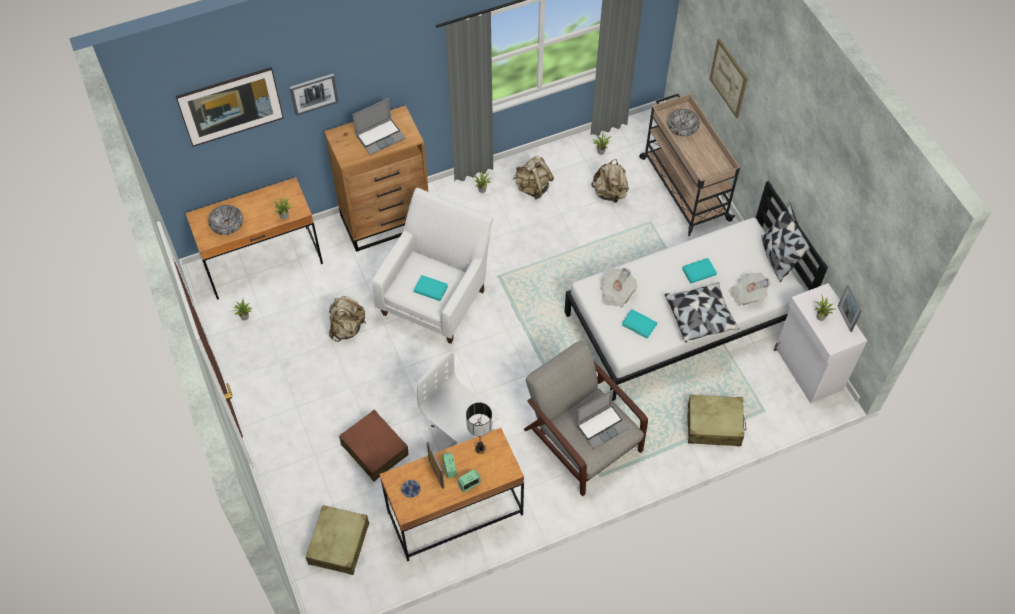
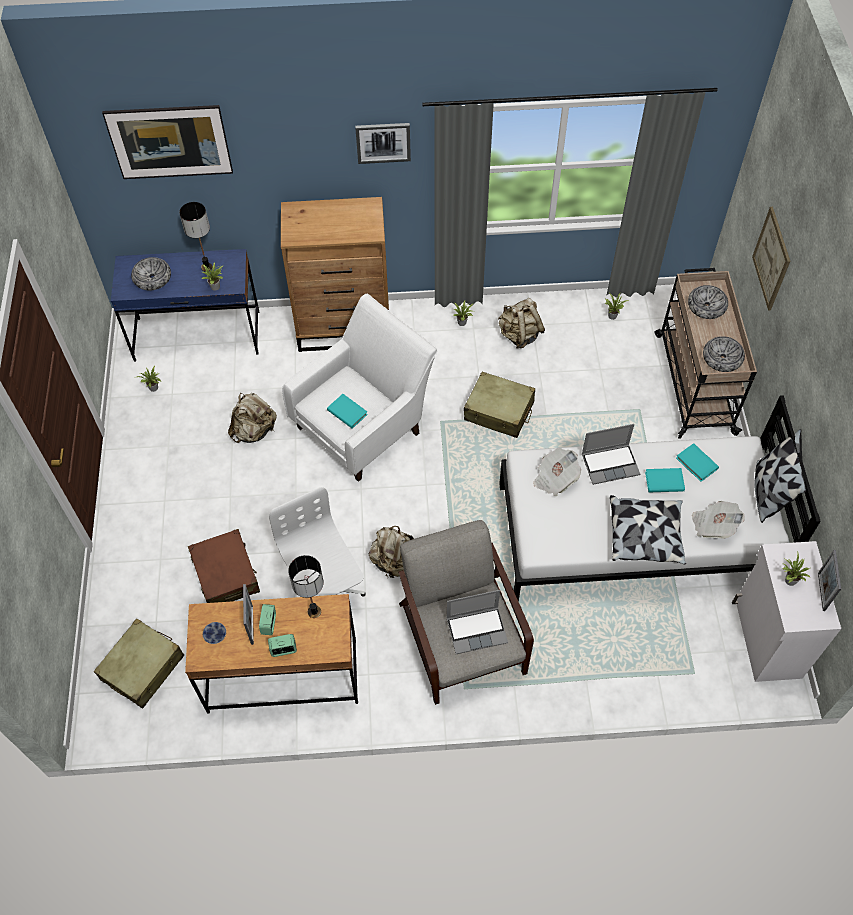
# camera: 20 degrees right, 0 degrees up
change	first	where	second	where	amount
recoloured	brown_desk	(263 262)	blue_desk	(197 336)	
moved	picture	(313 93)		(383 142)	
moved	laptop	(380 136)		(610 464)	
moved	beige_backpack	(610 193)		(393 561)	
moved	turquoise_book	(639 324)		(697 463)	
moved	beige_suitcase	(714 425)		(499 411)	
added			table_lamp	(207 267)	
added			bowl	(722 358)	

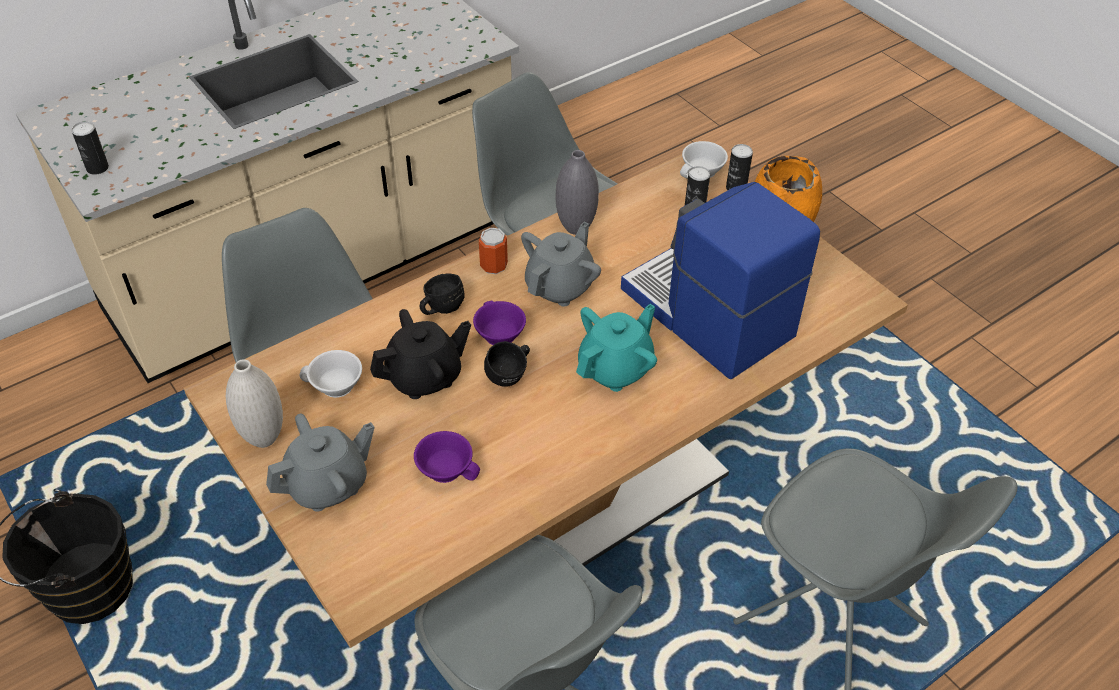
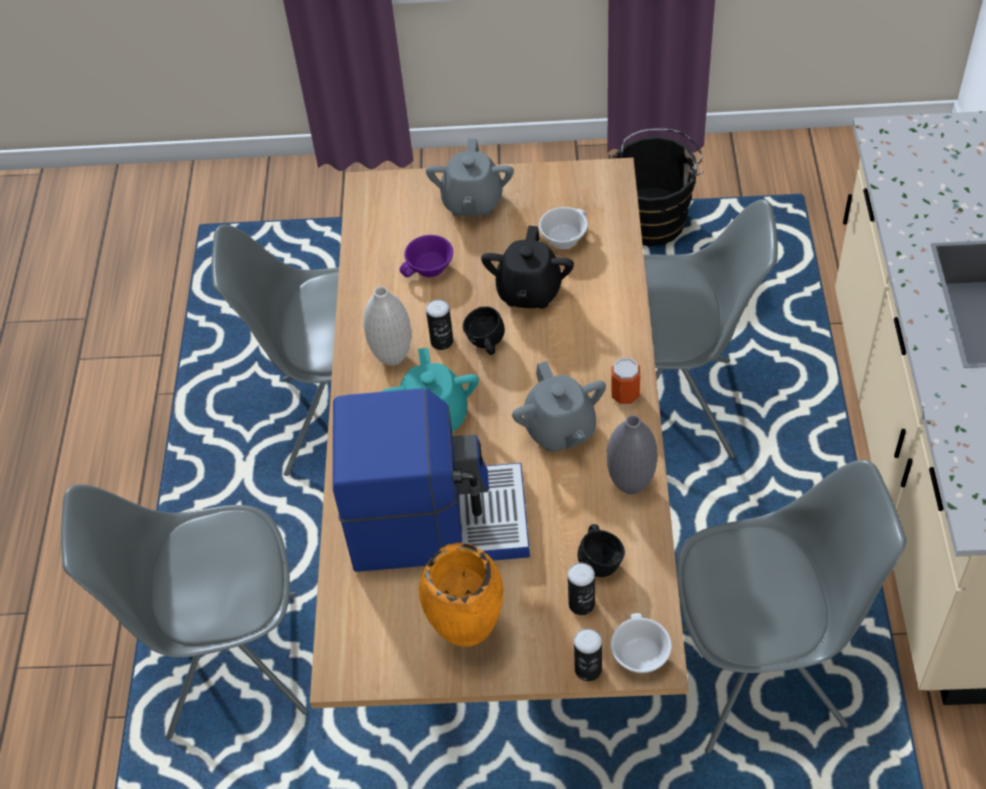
# camera: 130 degrees right, 5 degrees up
change	first	where	second	where	amount
moved	can	(97 168)		(442 341)	
moved	white_vase	(264 438)		(392 357)	
moved	black_mug	(440 308)		(600 559)	
removed	purple_cup	(497 334)			

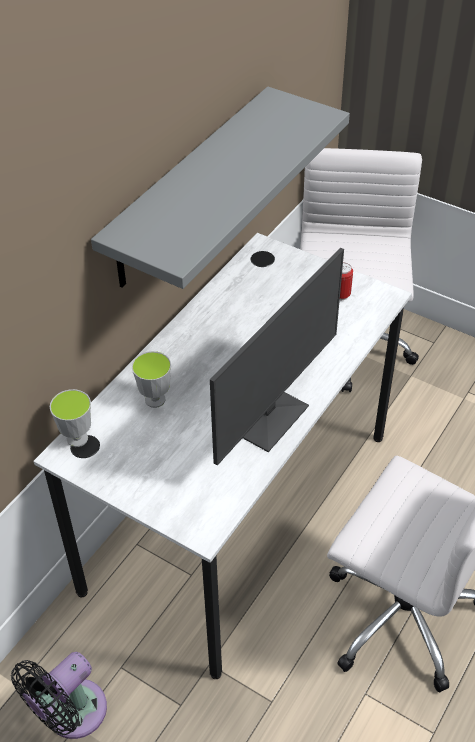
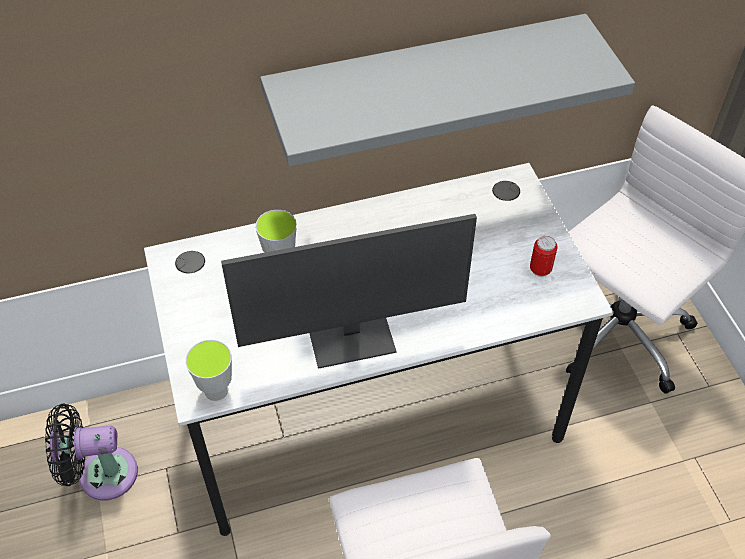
# camera: 40 degrees right, 5 degrees up
change	first	where	second	where	amount
moved	cup	(77 438)		(216 390)	

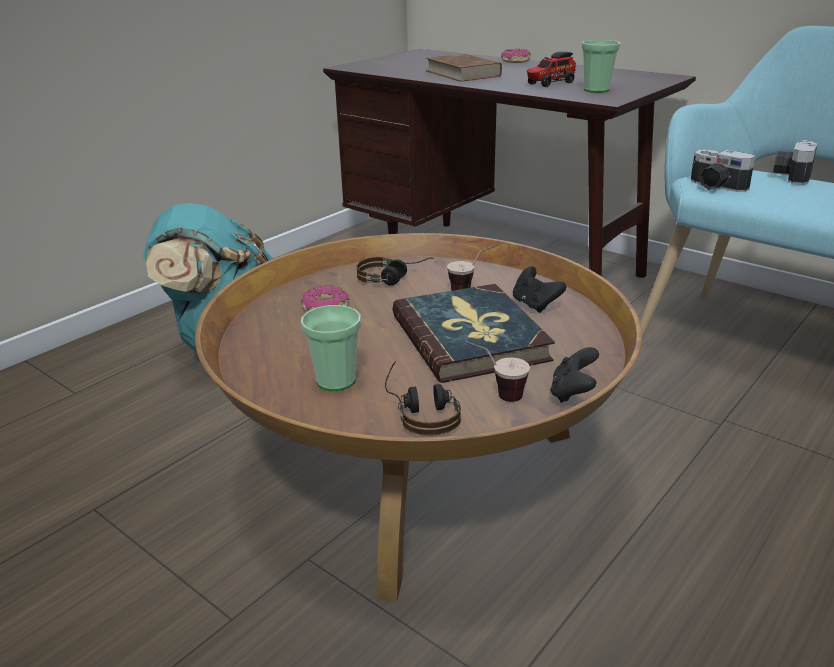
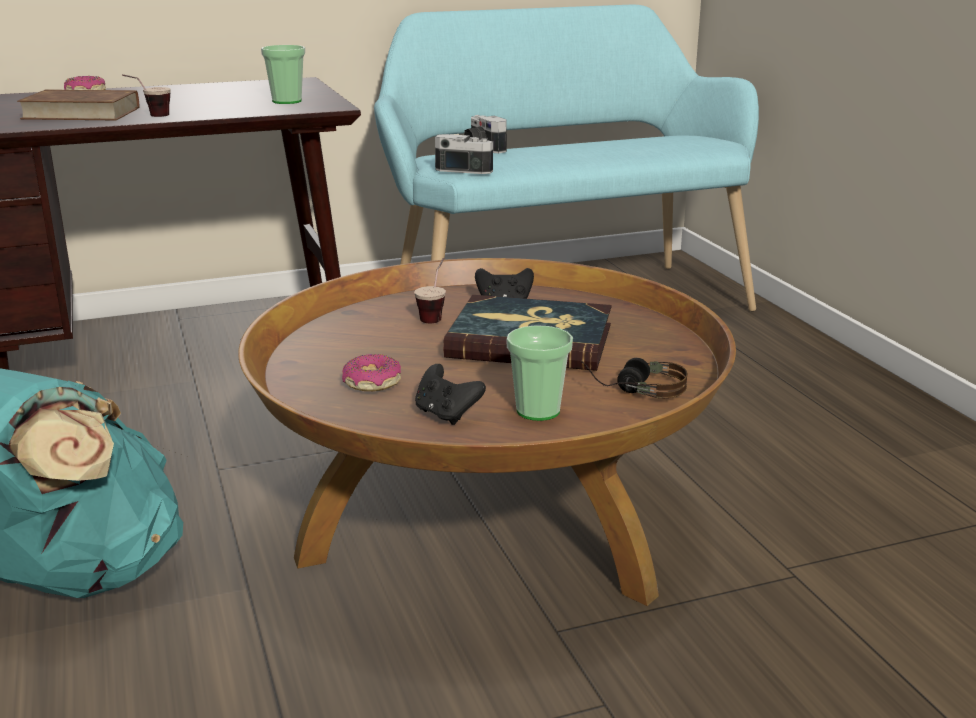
# camera: 60 degrees left, 5 degrees down
change	first	where	second	where	amount
removed	headphones	(394 279)			
moved	cup	(495 394)		(150 117)	
removed	toy_truck	(549 83)			
moved	black_game_controller	(572 393)		(446 414)	
turned	photo_camera	(715 187)		(466 169)	150 degrees counterclockwise

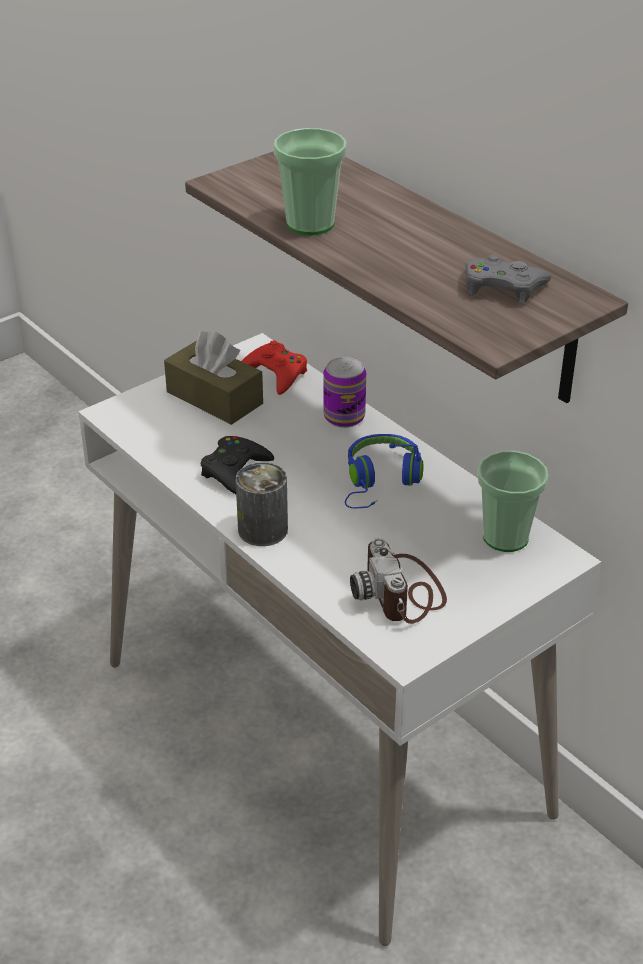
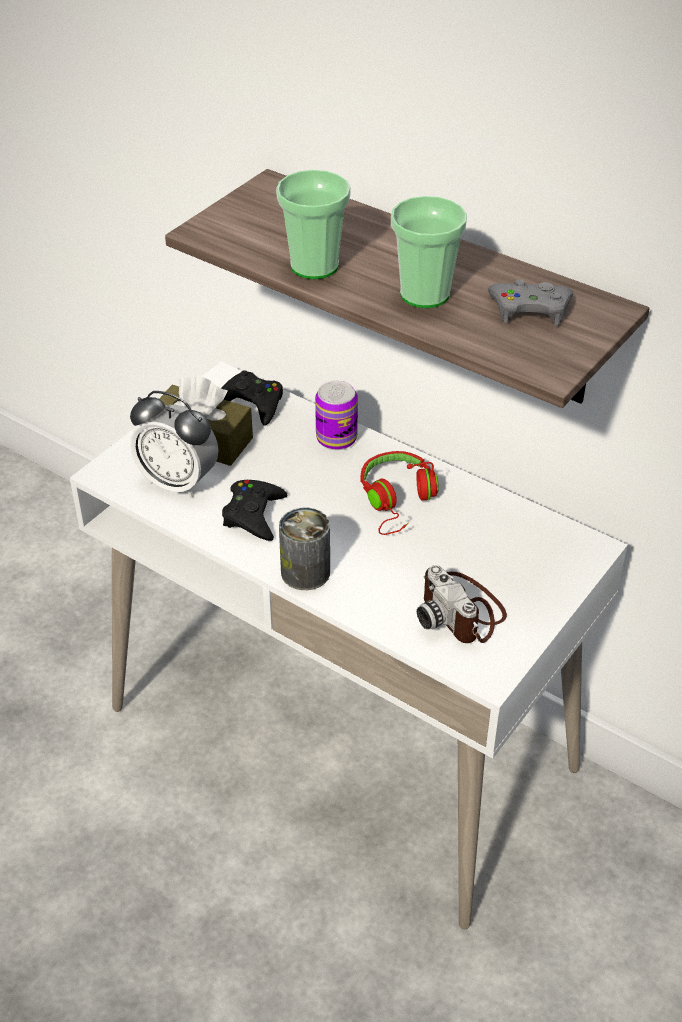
# camera: 15 degrees left, 5 degrees up
change	first	where	second	where	amount
recoloured	red_game_controller	(275 374)	black_game_controller	(252 403)	
recoloured	blue_headphones	(381 482)	red_headphones	(398 501)	
moved	cup	(505 537)		(424 294)	
added			alarm_clock	(178 482)	

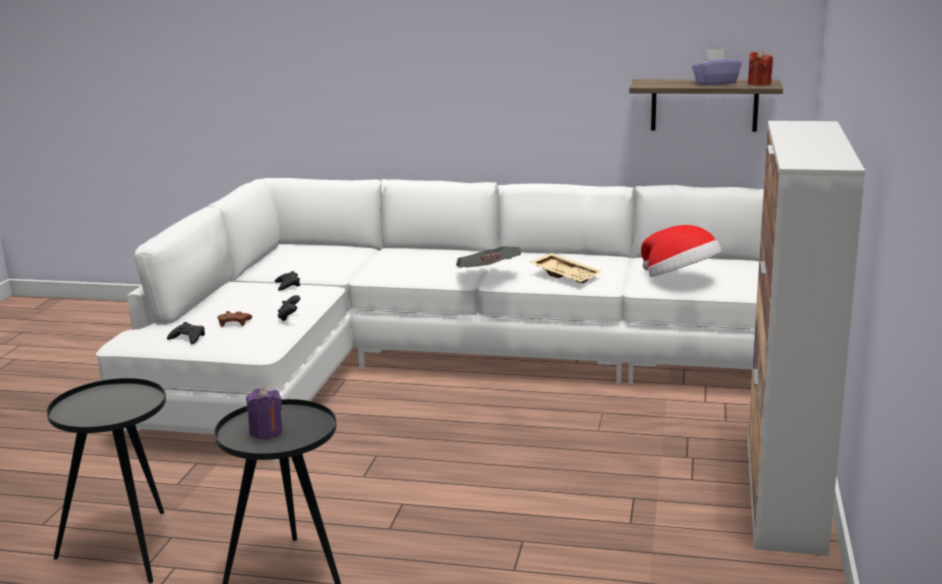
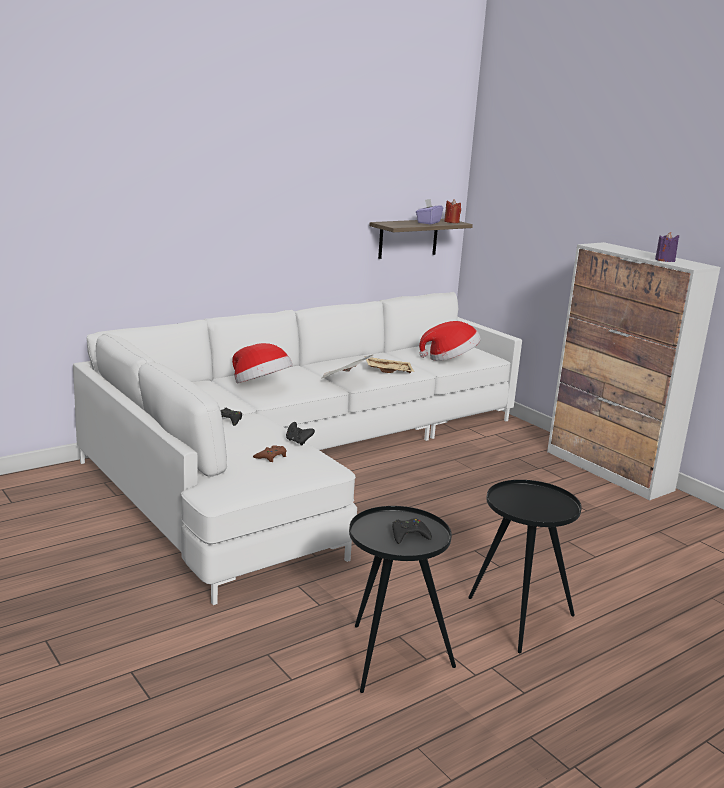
# camera: 50 degrees left, 0 degrees up
change	first	where	second	where	amount
moved	black_game_controller	(188 338)		(409 535)	
moved	purple_candle	(266 432)		(665 260)	
added			hat	(261 386)	

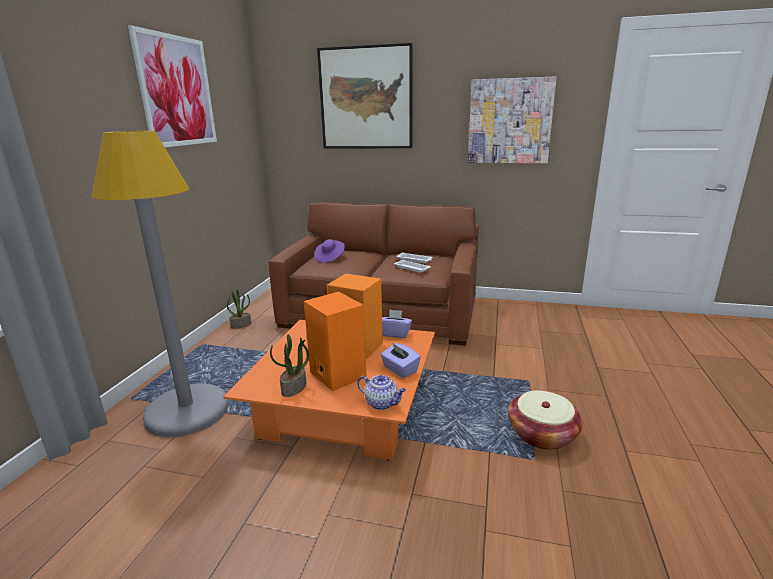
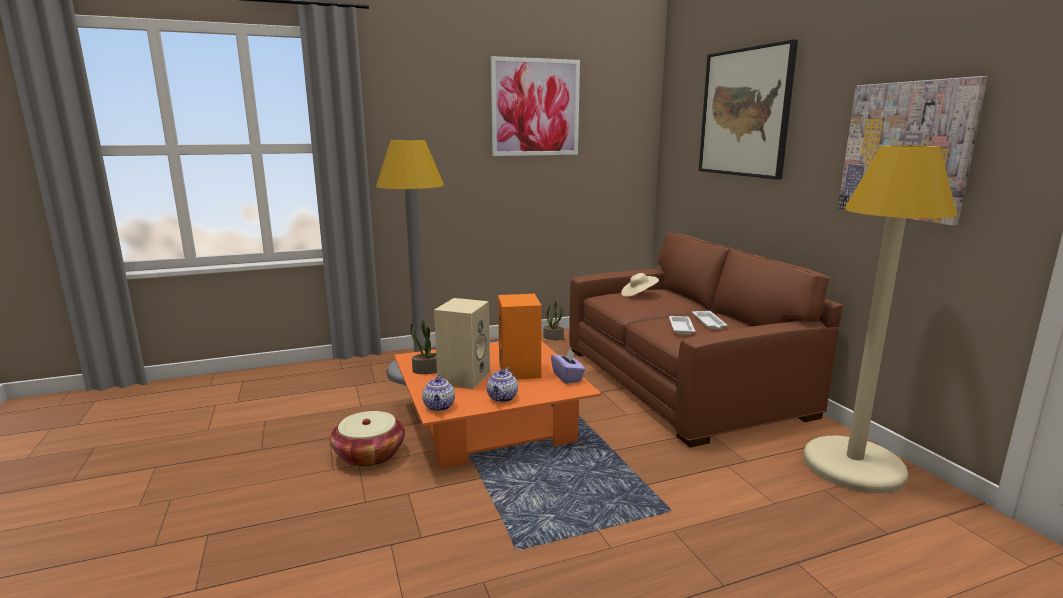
# camera: 55 degrees right, 5 degrees down
change	first	where	second	where	amount
recoloured	orange_speaker	(336 374)	beige_speaker	(464 377)	
recoloured	purple_hat	(330 258)	beige_hat	(638 295)	
replaced	purple_tissue_box	(400 369)	teapot	(502 398)	
moved	basket	(542 434)		(369 455)	
added			beige_floor_lamp	(853 466)	

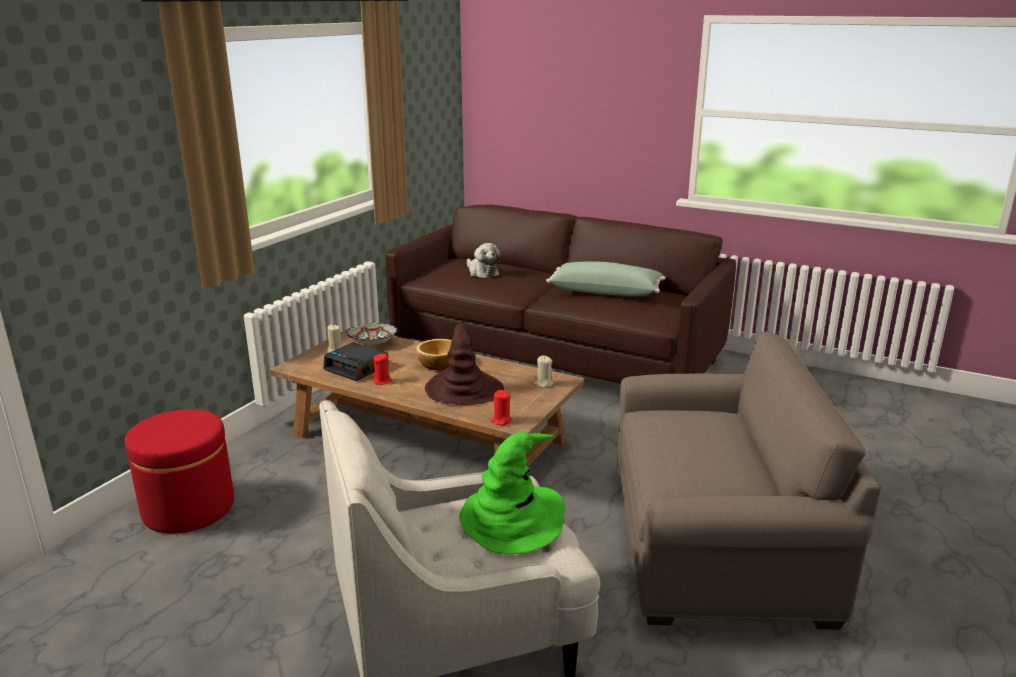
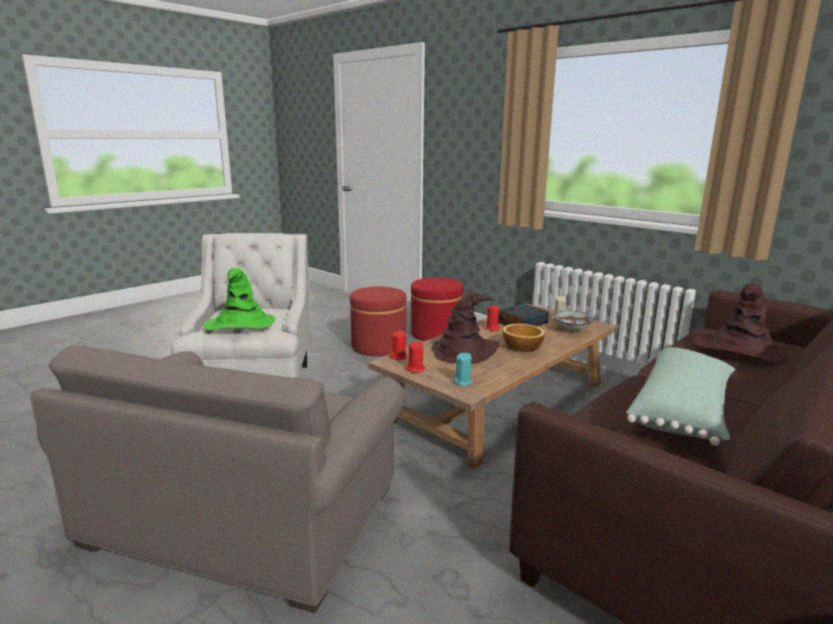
# camera: 105 degrees right, 5 degrees down
change	first	where	second	where	amount
replaced	plush_toy	(482 272)	brown_hat	(739 349)	
recoloured	beige_candle	(543 384)	turquoise_candle	(463 382)	
added			red_ottoman	(378 346)	
added			red_candle	(416 369)	

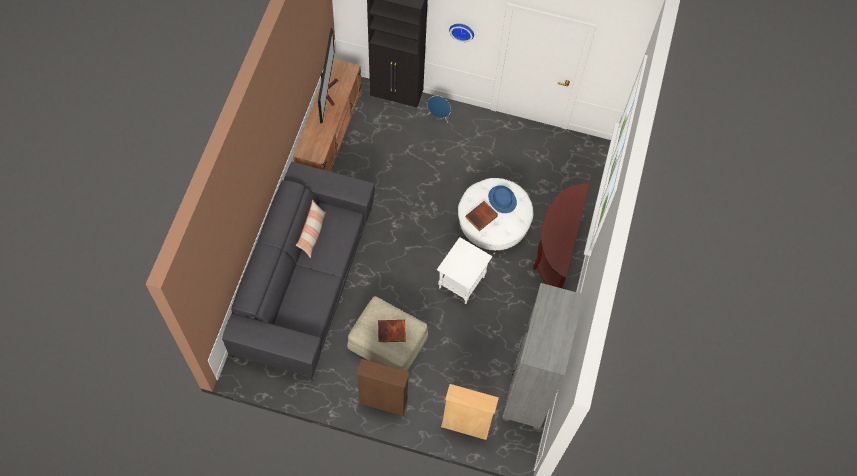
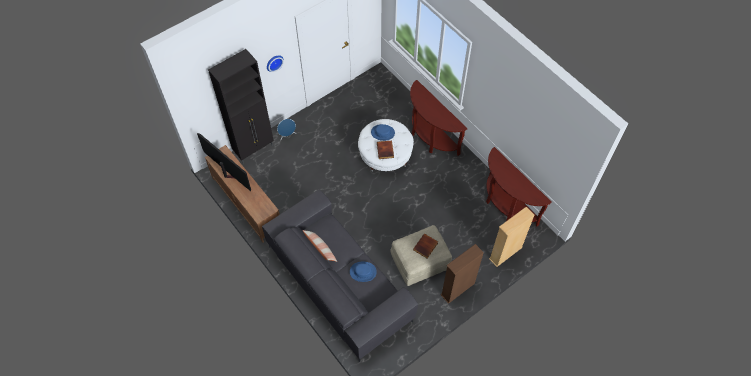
# camera: 50 degrees left, 5 degrees down
change	first	where	second	where	amount
removed	white_side_table	(462 283)			
replaced	grey_bookcase	(528 390)	brown_console_table	(506 205)	
added			blue_hat	(363 272)	

